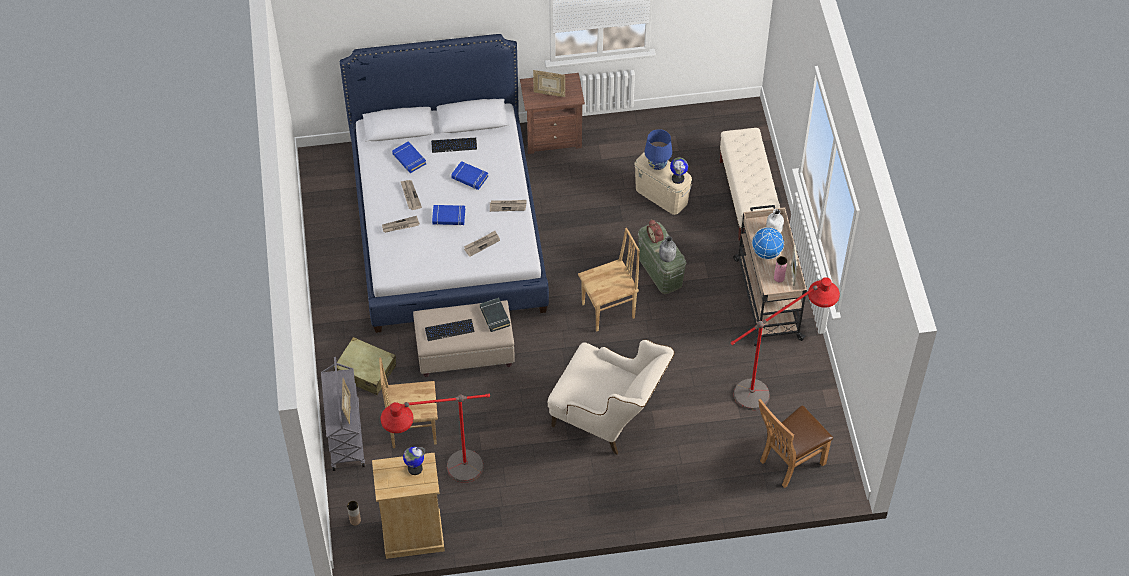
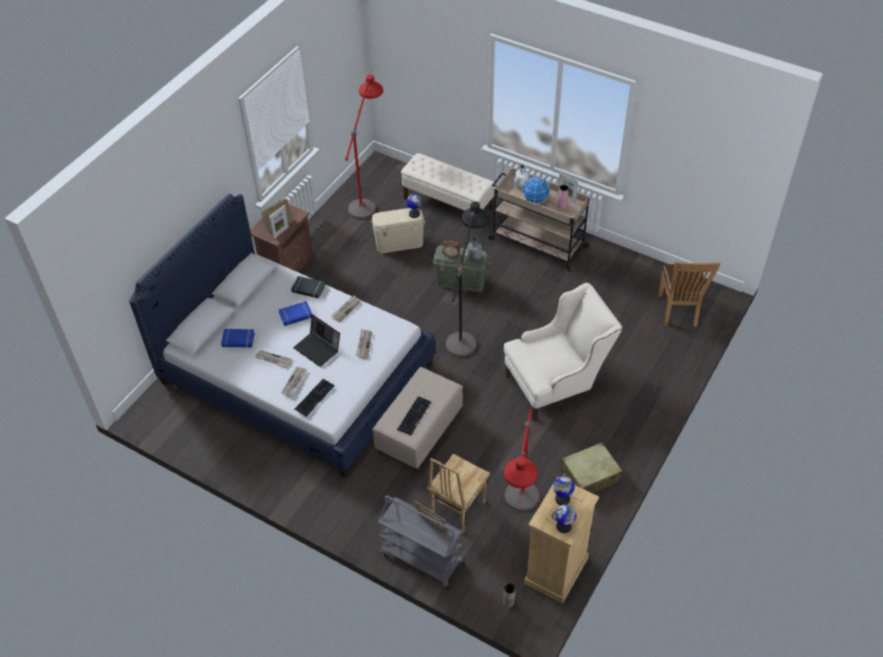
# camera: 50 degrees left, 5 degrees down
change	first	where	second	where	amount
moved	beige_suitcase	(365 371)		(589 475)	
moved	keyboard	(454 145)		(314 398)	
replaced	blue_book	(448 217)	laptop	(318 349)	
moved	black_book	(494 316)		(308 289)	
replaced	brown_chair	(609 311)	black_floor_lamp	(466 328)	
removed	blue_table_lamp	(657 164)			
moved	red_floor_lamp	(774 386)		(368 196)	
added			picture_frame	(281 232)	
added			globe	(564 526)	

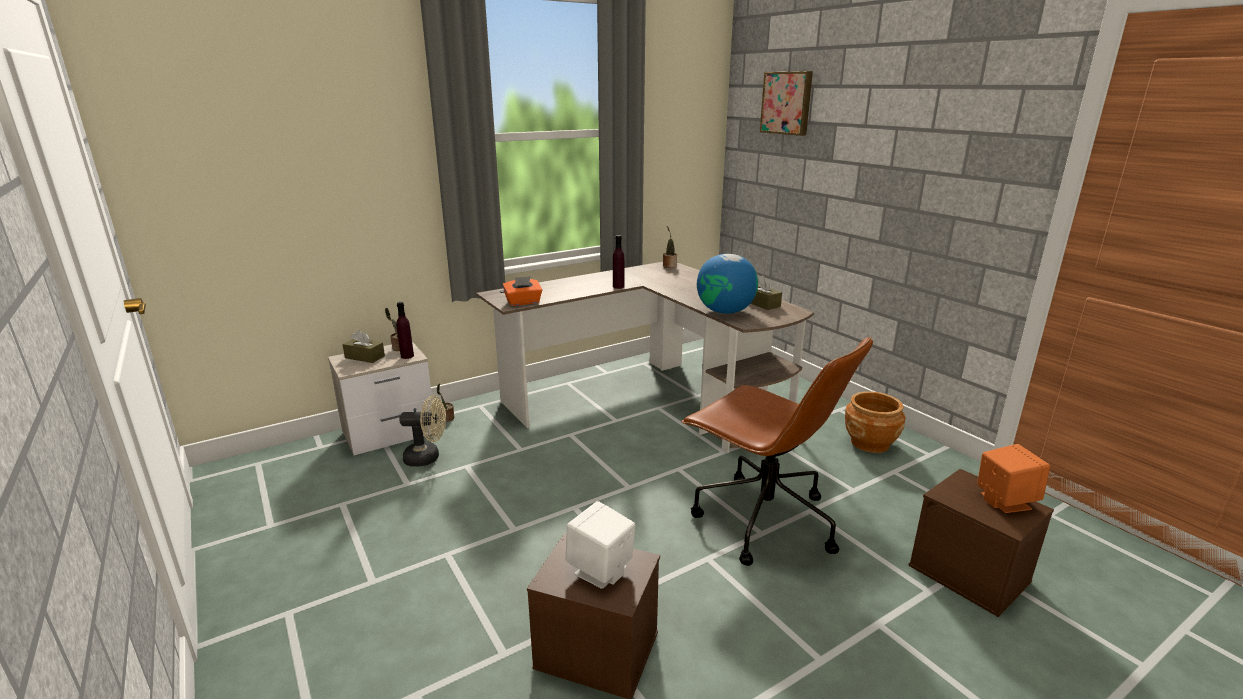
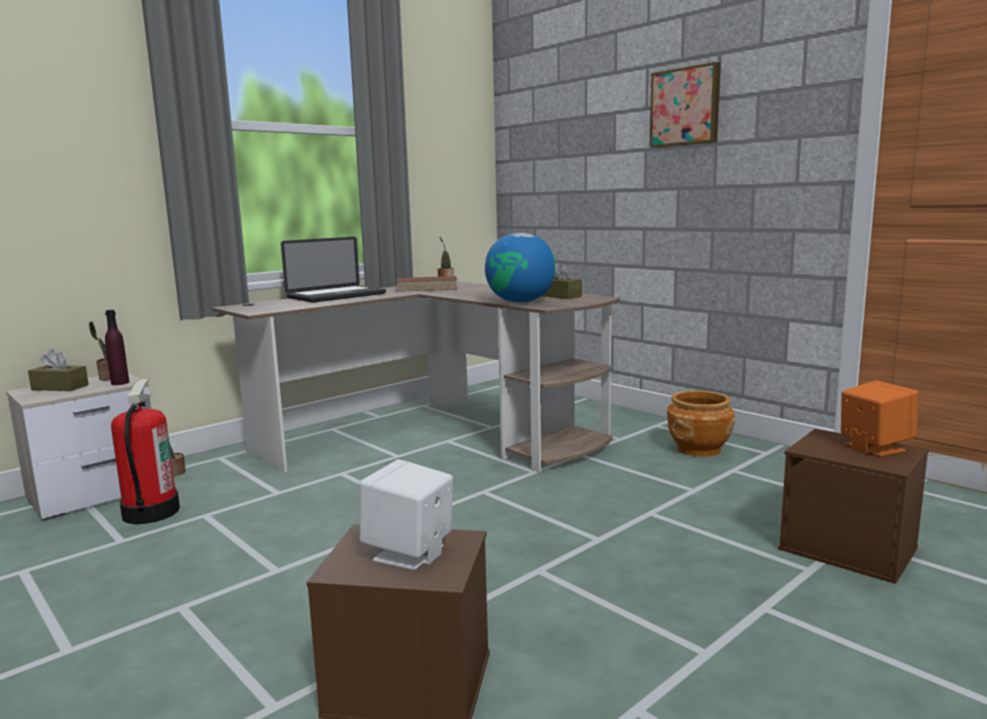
# camera: 10 degrees left, 10 degrees down
change	first	where	second	where	amount
replaced	beige_fan	(428 458)	fire_extinguisher	(150 512)	
removed	orange_tissue_box	(523 302)			
removed	purple_bottle	(618 287)			
removed	brown_office_chair	(762 520)			
moved	picture	(787 103)		(685 107)	
added			laptop	(336 296)	
added			brown_book	(427 288)	

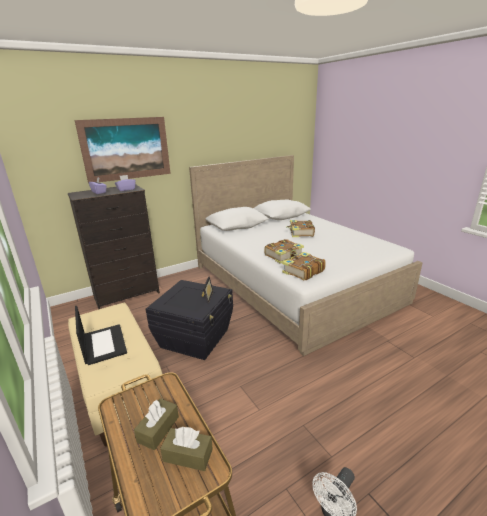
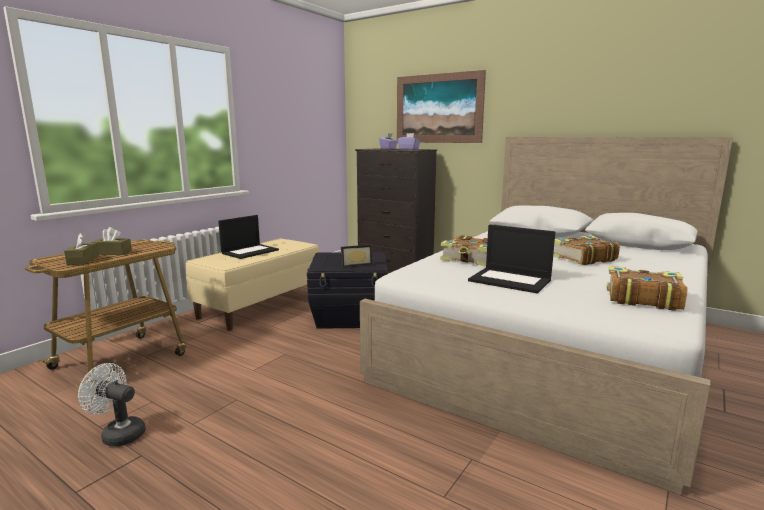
# camera: 65 degrees right, 10 degrees down
change	first	where	second	where	amount
moved	book	(302 271)		(641 298)	
added			laptop	(511 280)	

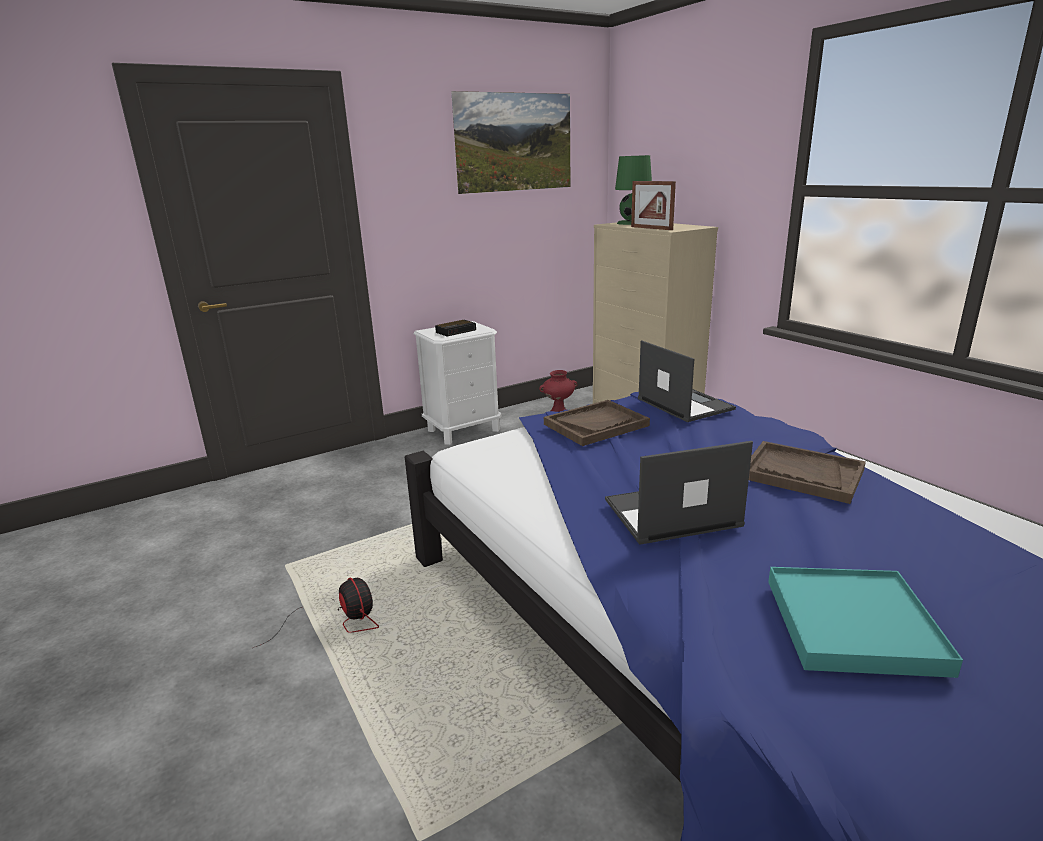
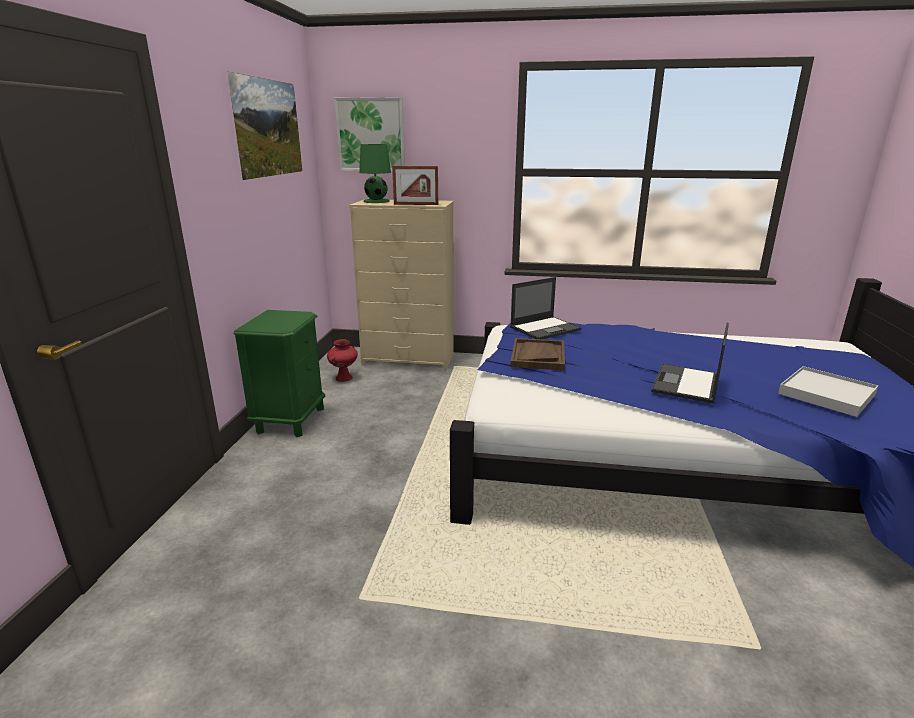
# camera: 50 degrees left, 0 degrees up
change	first	where	second	where	amount
removed	fan	(338 621)			
recoloured	white_nightstand	(463 430)	green_nightstand	(290 420)	
removed	alarm_clock	(456 331)			
turned	laptop	(683 404)		(545 328)	135 degrees clockwise
removed	brown_tray	(801 474)			
recoloured	turquoise_tray	(852 624)	white_tray	(826 394)	
added			picture	(371 135)	

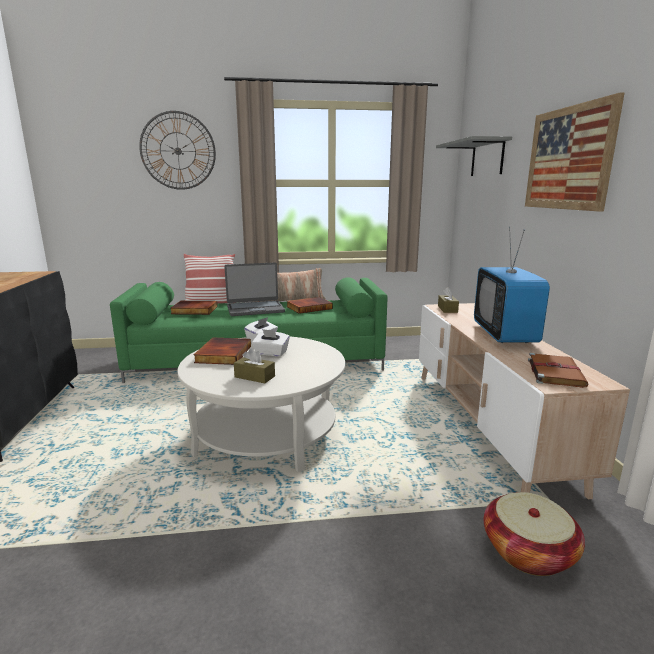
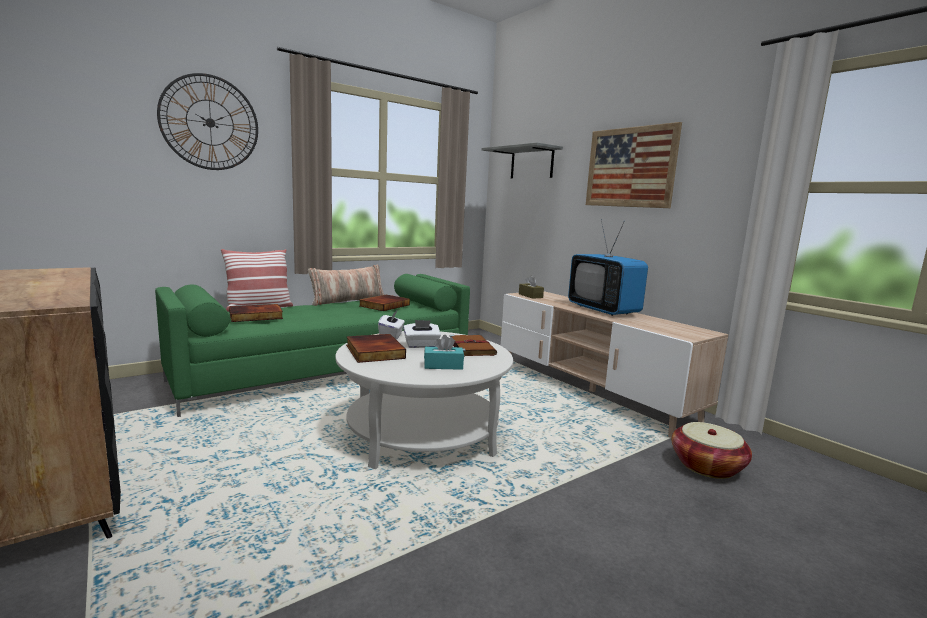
# camera: 30 degrees left, 5 degrees down
change	first	where	second	where	amount
removed	laptop	(255 309)			
recoloured	brown_tissue_box	(254 377)	turquoise_tissue_box	(443 365)	
moved	brown_book	(554 372)		(471 347)	

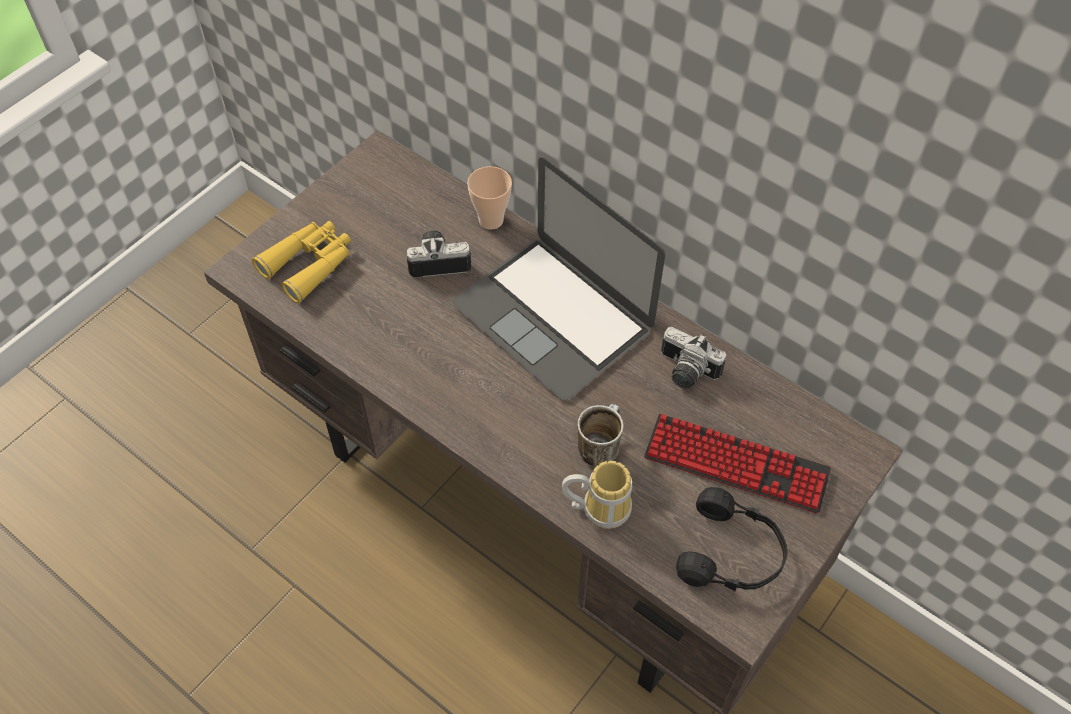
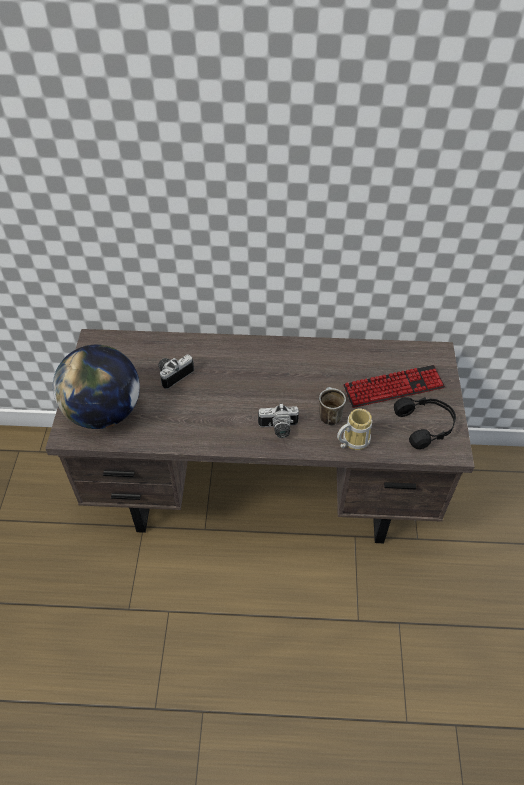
# camera: 35 degrees left, 5 degrees down
change	first	where	second	where	amount
replaced	yellow_binoculars	(310 264)	globe	(104 412)	
removed	laptop	(553 316)			
removed	cup	(491 220)			
moved	photo_camera	(685 372)		(278 429)	

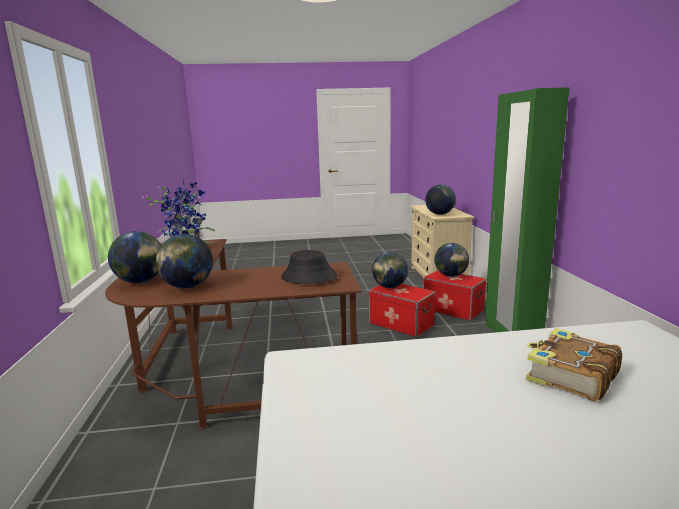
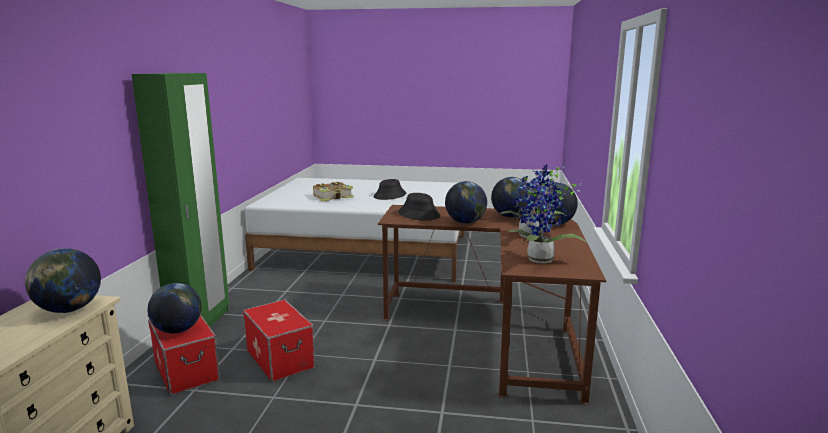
# camera: 165 degrees left, 0 degrees up
change	first	where	second	where	amount
moved	globe	(389 287)		(465 223)	
added			black_hat	(390 195)	

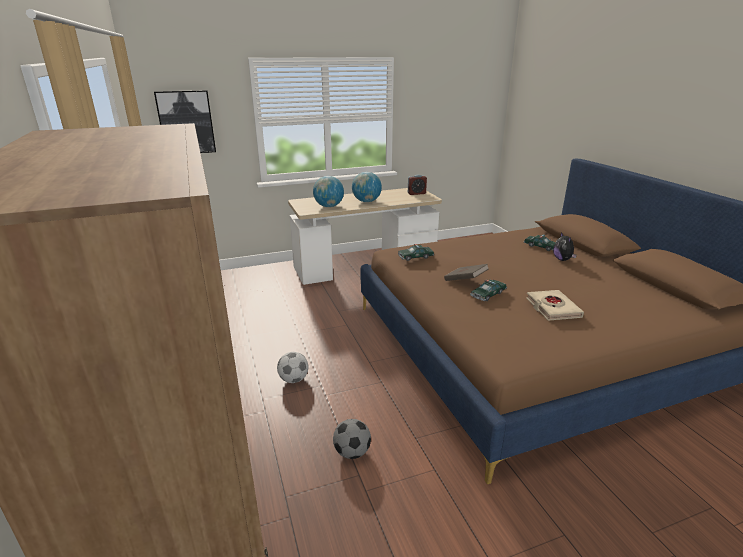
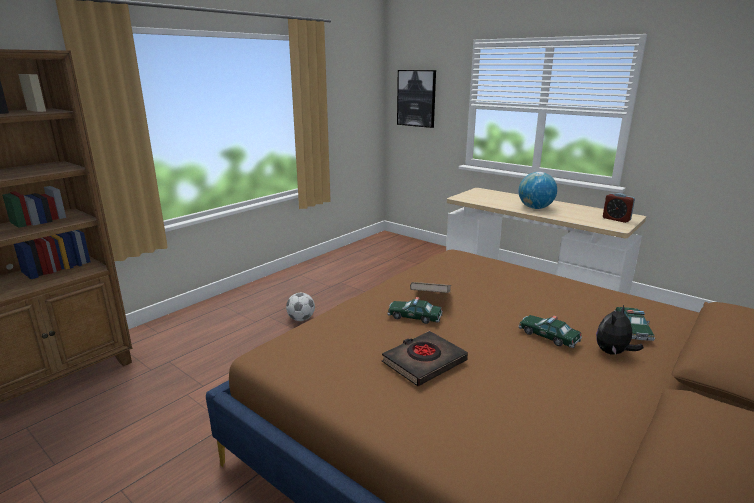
# camera: 60 degrees right, 5 degrees down
change	first	where	second	where	amount
removed	globe	(329 206)			
removed	football	(352 452)			
moved	toy_car	(415 257)		(548 336)	
recoloured	beige_book	(552 308)	black_book	(424 362)	

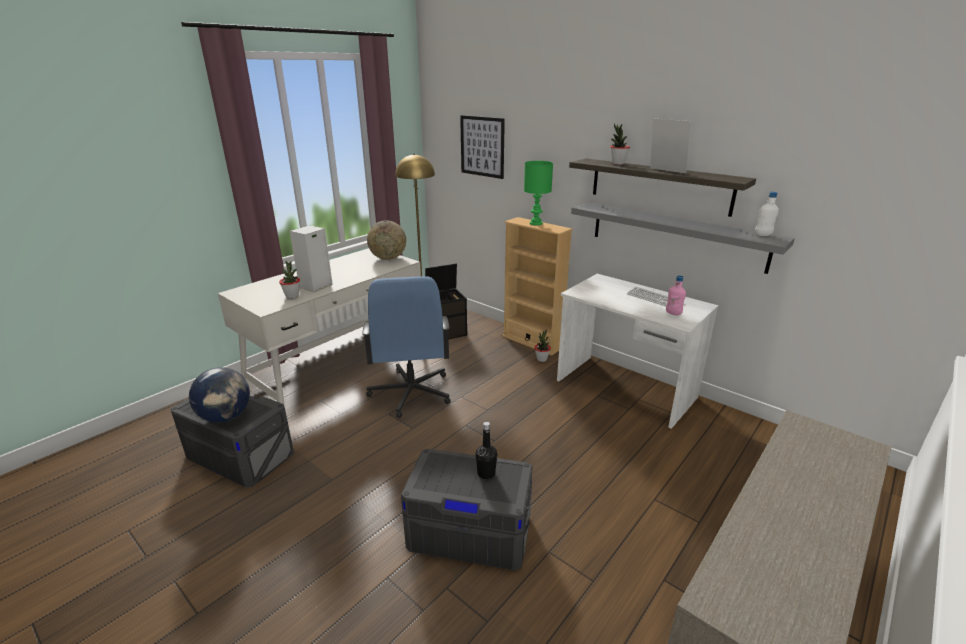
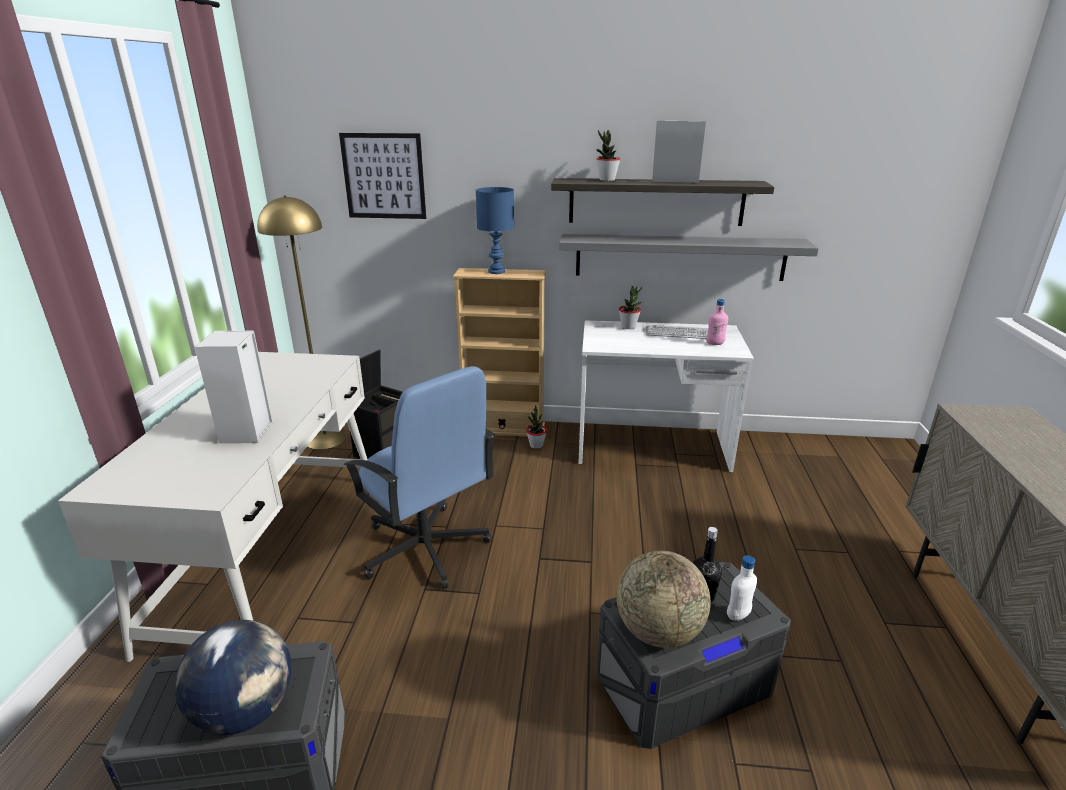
# camera: 35 degrees left, 0 degrees up
change	first	where	second	where	amount
moved	potted_plant	(292 296)		(628 327)	
moved	globe	(388 258)		(658 631)	
recoloured	green_table_lamp	(535 223)	blue_table_lamp	(496 271)	
moved	white_bottle	(763 235)		(738 615)	

